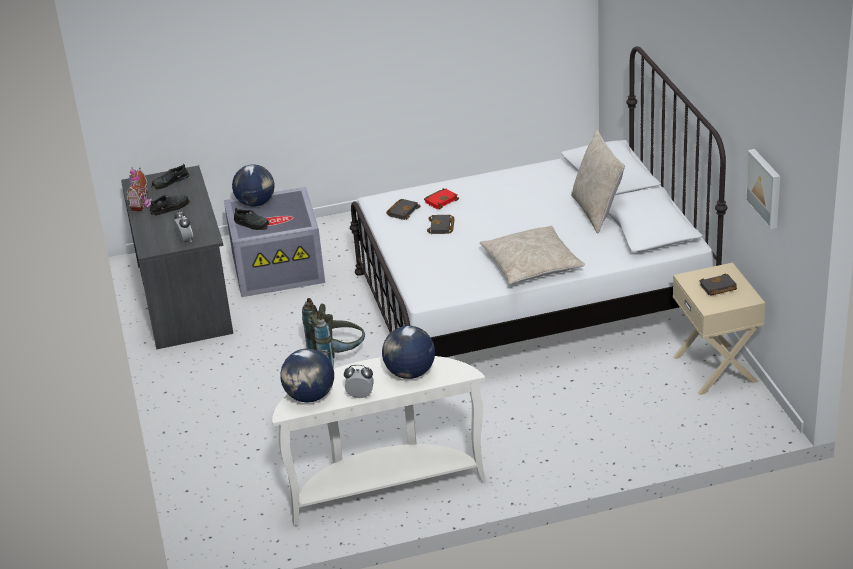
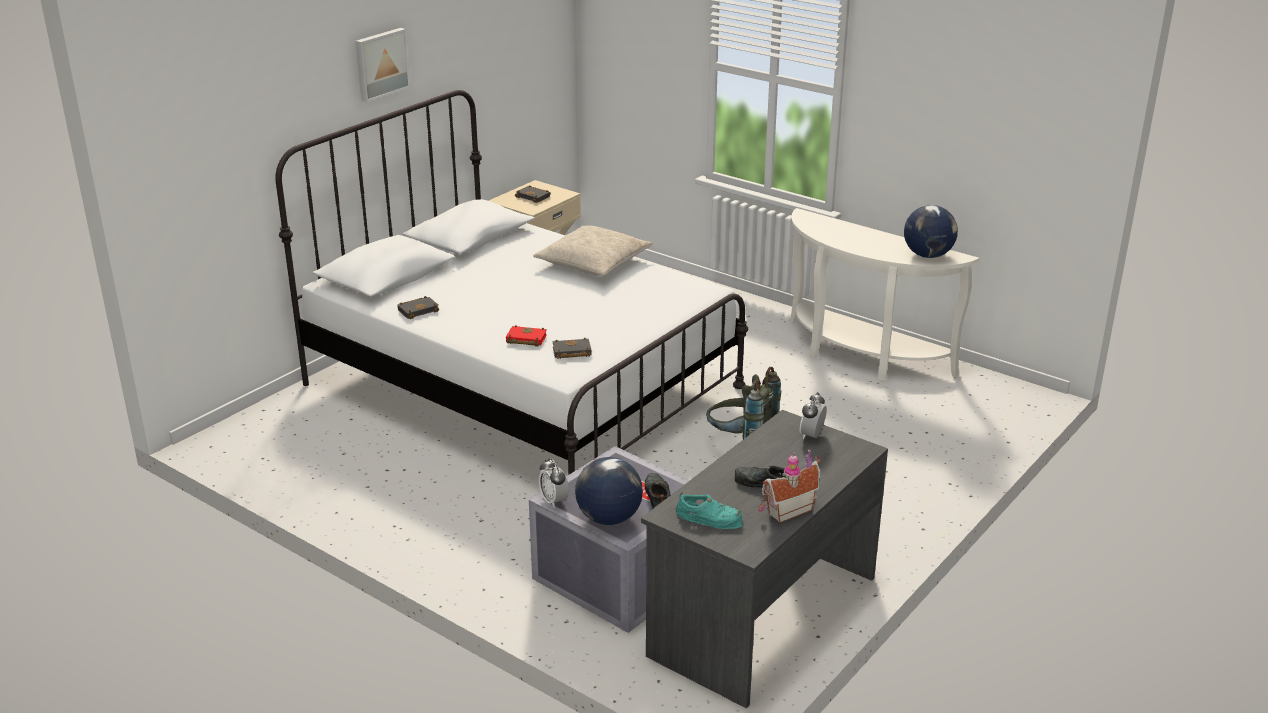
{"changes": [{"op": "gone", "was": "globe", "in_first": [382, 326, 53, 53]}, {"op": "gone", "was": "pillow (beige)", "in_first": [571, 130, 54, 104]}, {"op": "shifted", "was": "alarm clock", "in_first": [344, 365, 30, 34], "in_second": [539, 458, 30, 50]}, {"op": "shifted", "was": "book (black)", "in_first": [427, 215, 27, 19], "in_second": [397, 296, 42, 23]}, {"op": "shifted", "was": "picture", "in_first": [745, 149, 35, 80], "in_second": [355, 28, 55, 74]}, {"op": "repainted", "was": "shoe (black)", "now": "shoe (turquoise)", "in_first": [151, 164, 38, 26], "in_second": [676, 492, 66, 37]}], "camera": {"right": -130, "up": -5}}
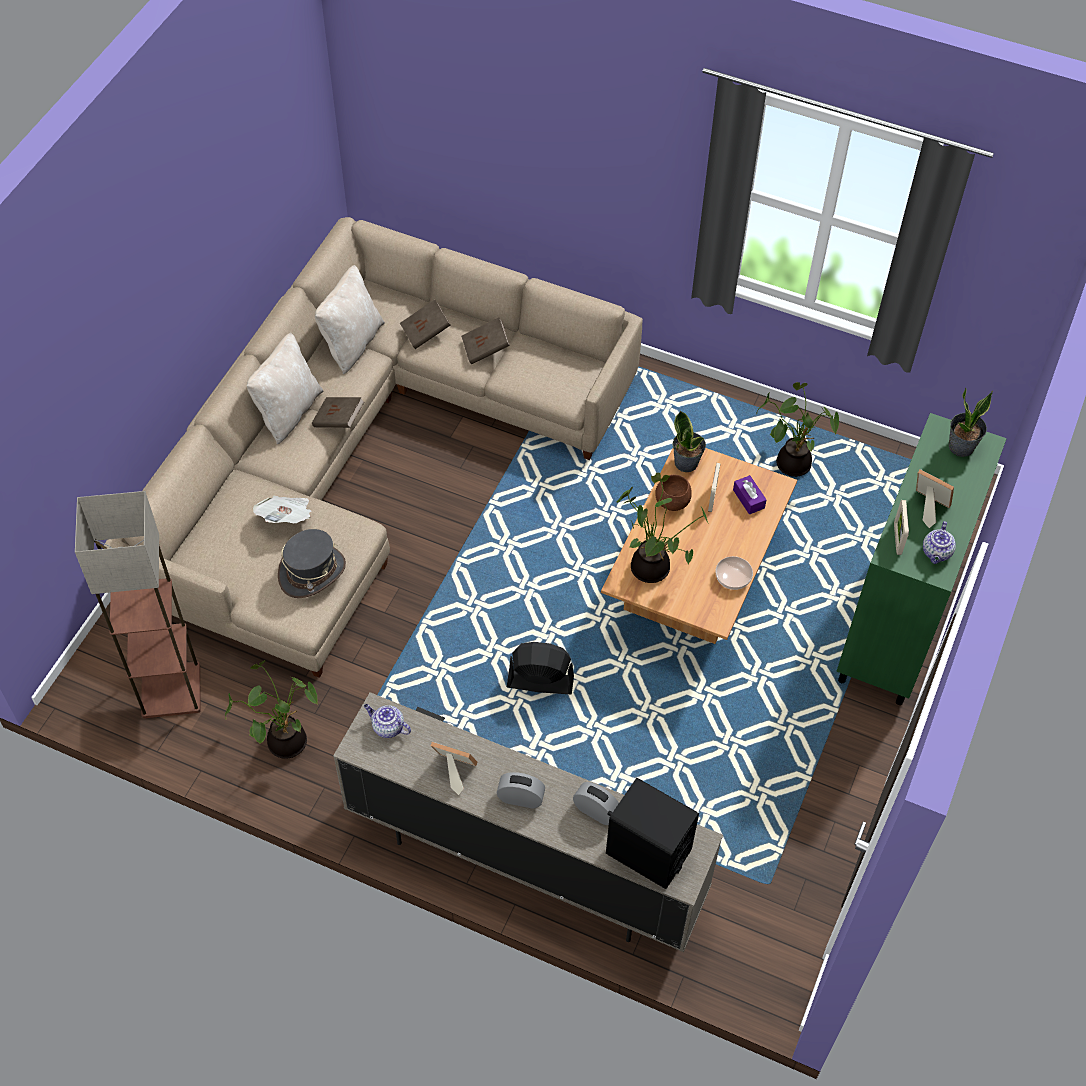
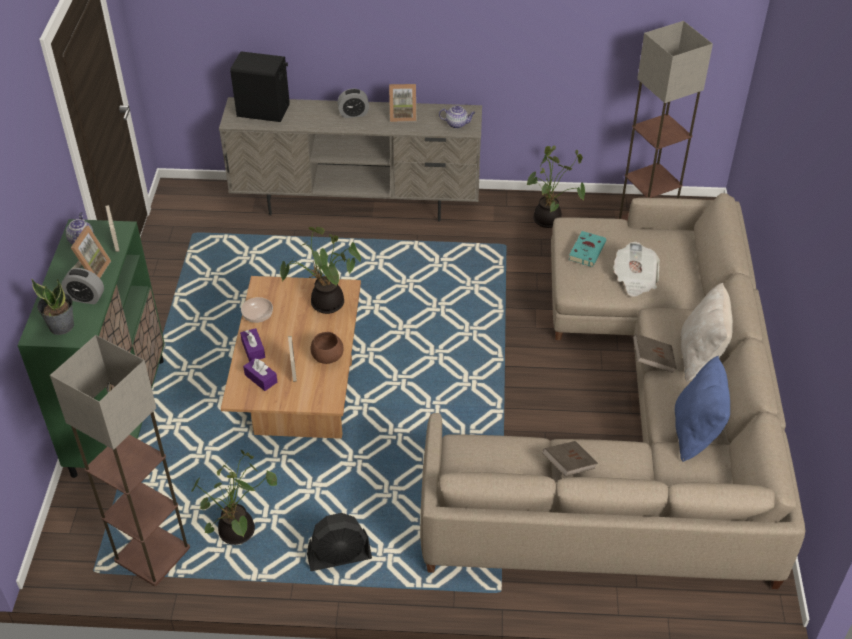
{"changes": [{"op": "gone", "was": "book (brown)", "in_first": [400, 299, 51, 50]}, {"op": "gone", "was": "potted plant", "in_first": [673, 410, 33, 62]}, {"op": "new", "now": "floor lamp", "in_second": [50, 335, 140, 251]}, {"op": "new", "now": "tissue box (purple)", "in_second": [240, 328, 25, 34]}, {"op": "shifted", "was": "fan (black)", "in_first": [507, 642, 67, 52], "in_second": [307, 513, 65, 58]}, {"op": "shifted", "was": "alarm clock", "in_first": [573, 782, 46, 43], "in_second": [61, 268, 43, 36]}, {"op": "swapped", "was": "hat (grey)", "now": "book (turquoise)", "in_first": [278, 529, 68, 69], "in_second": [569, 231, 37, 36]}, {"op": "repainted", "was": "pillow (beige)", "now": "pillow (blue)", "in_first": [315, 265, 70, 109], "in_second": [675, 356, 55, 106]}, {"op": "rotated", "was": "picture frame", "in_first": [916, 469, 38, 59], "in_second": [71, 226, 40, 52], "clockwise": -90}], "camera": {"right": 160, "up": -10}}
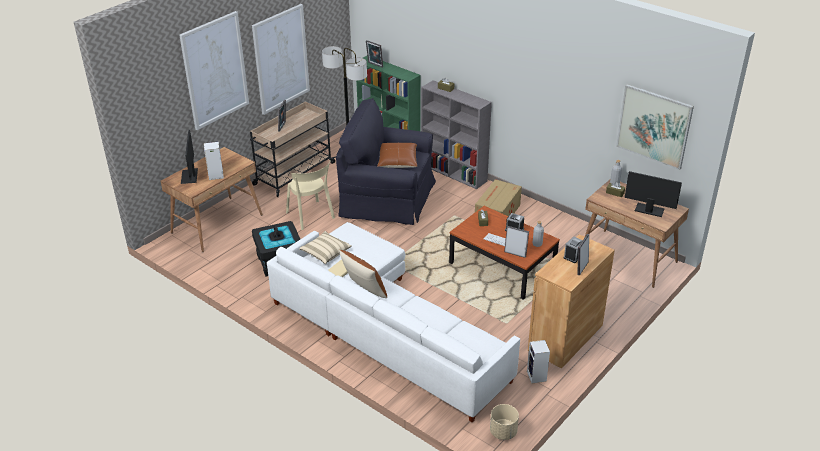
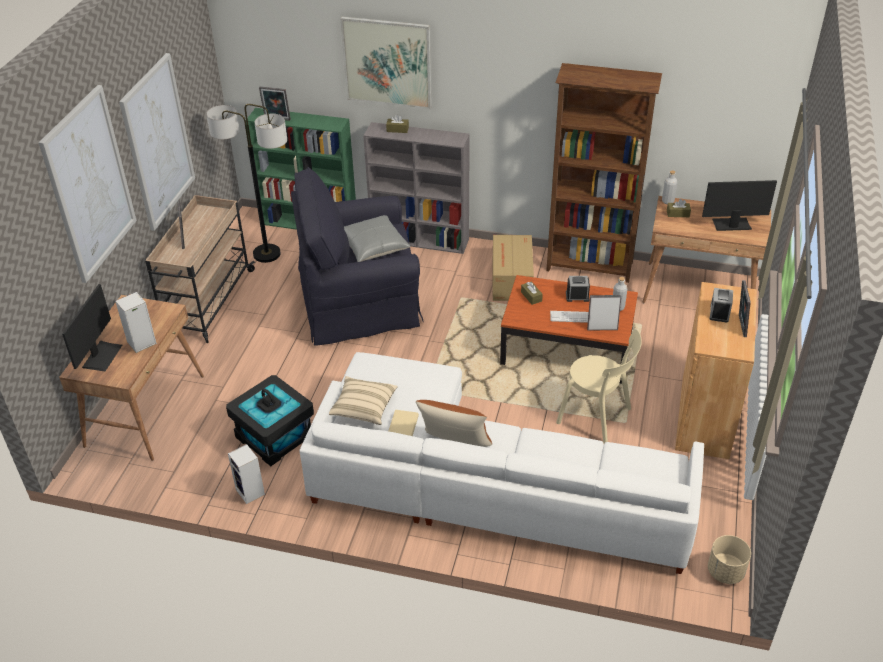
{"changes": [{"op": "new", "now": "bookcase (brown)", "in_second": [546, 63, 116, 220]}, {"op": "shifted", "was": "chair (beige)", "in_first": [286, 160, 49, 70], "in_second": [556, 329, 86, 115]}, {"op": "shifted", "was": "speaker", "in_first": [527, 340, 23, 44], "in_second": [228, 444, 37, 60]}, {"op": "shifted", "was": "picture", "in_first": [616, 84, 78, 86], "in_second": [340, 16, 92, 93]}, {"op": "repainted", "was": "pillow (brown)", "now": "pillow (grey)", "in_first": [377, 143, 40, 25], "in_second": [344, 215, 67, 47]}, {"op": "rotated", "was": "monitor", "in_first": [181, 130, 17, 54], "in_second": [62, 284, 60, 87], "clockwise": -135}], "camera": {"right": -25, "up": 5}}
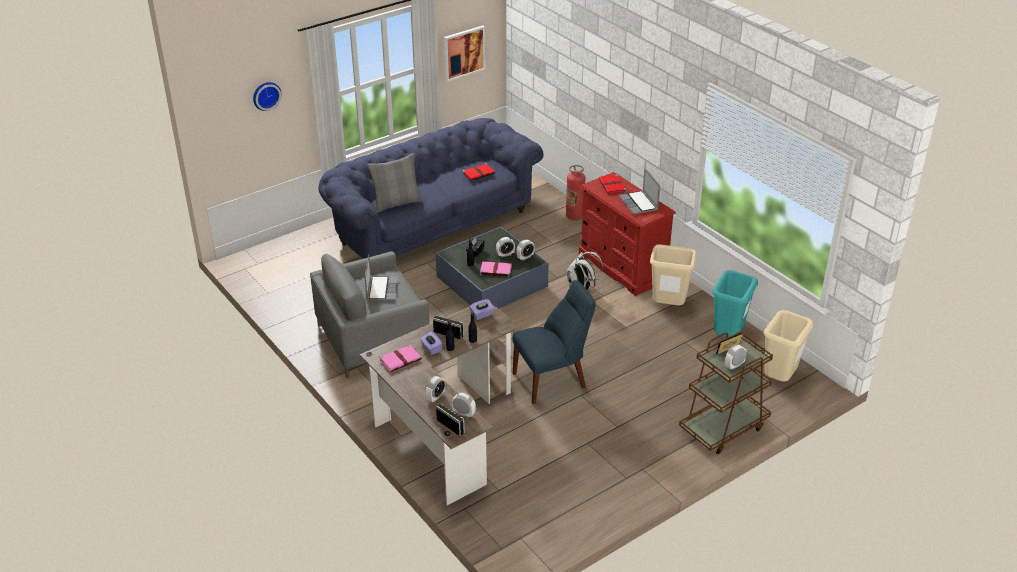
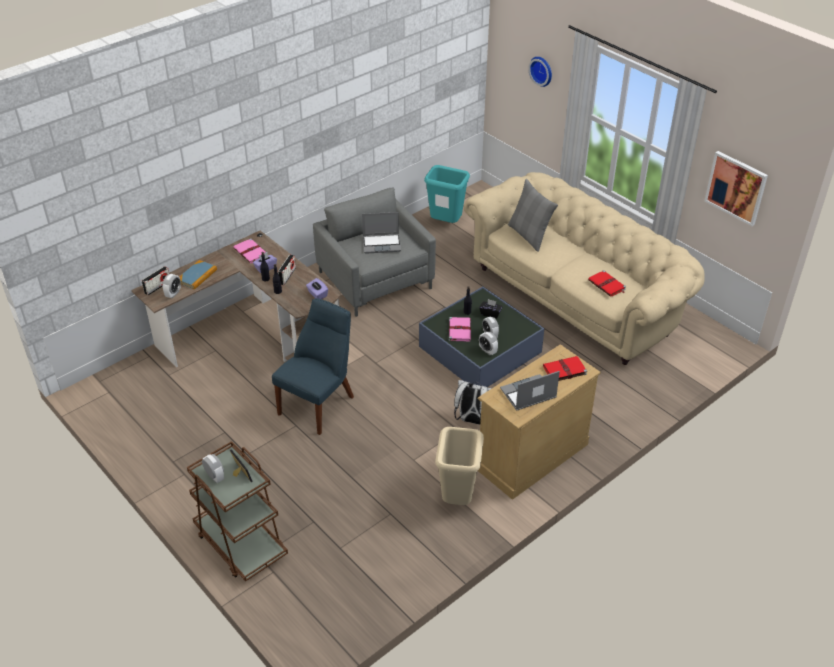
{"changes": [{"op": "gone", "was": "fire extinguisher", "in_first": [566, 165, 19, 55]}, {"op": "gone", "was": "trash can (beige)", "in_first": [764, 310, 50, 72]}, {"op": "shifted", "was": "trash can (turquoise)", "in_first": [712, 270, 46, 67], "in_second": [424, 165, 46, 58]}, {"op": "swapped", "was": "alarm clock", "now": "book", "in_first": [425, 376, 20, 27], "in_second": [179, 260, 38, 30]}, {"op": "repainted", "was": "sofa (blue)", "now": "sofa (beige)", "in_first": [318, 118, 226, 141], "in_second": [464, 172, 241, 193]}, {"op": "repainted", "was": "dresser (red)", "now": "dresser (beige)", "in_first": [579, 172, 97, 124], "in_second": [477, 344, 124, 156]}, {"op": "rotated", "was": "chair (blue)", "in_first": [513, 280, 83, 124], "in_second": [272, 298, 82, 137], "clockwise": -120}], "camera": {"right": 85, "up": 5}}
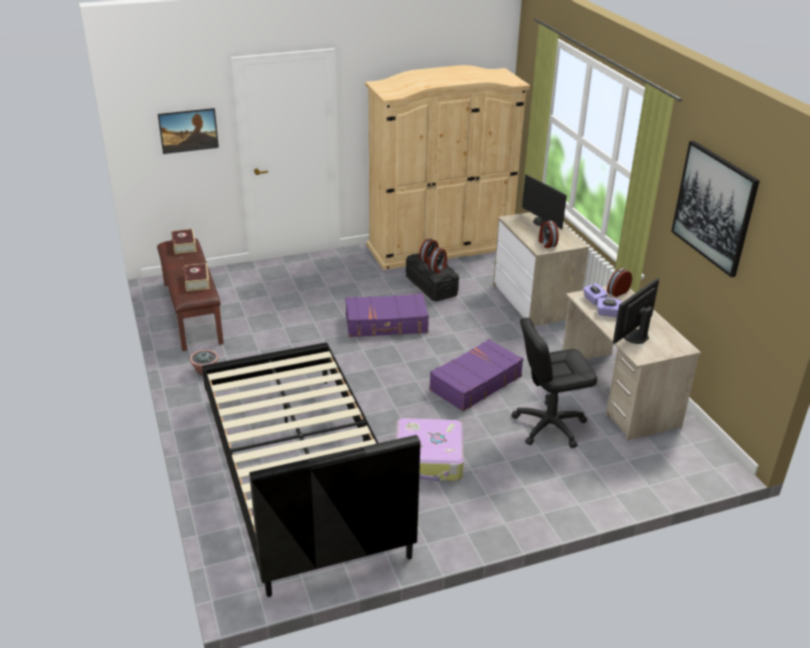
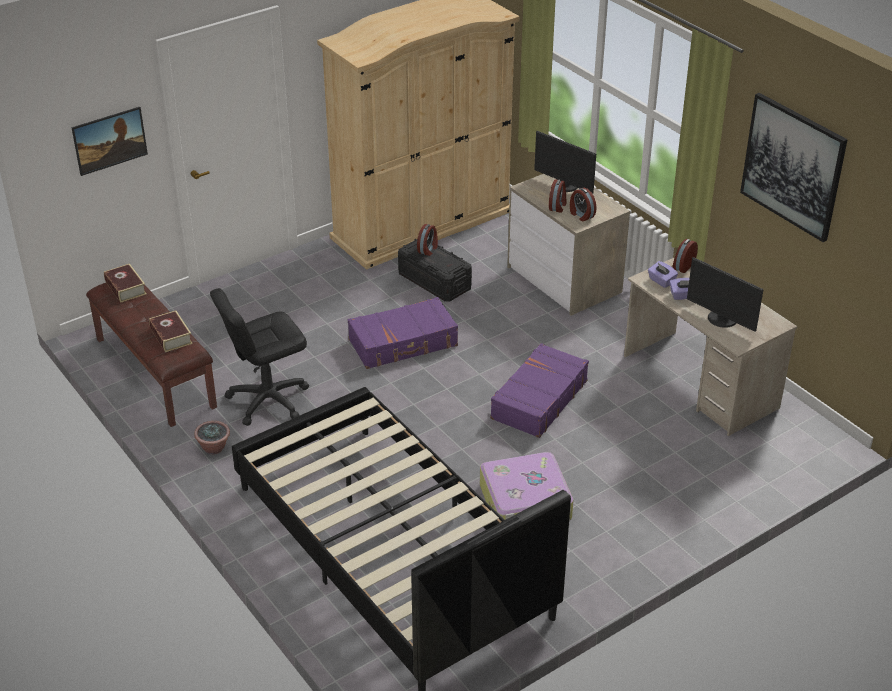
{"changes": [{"op": "shifted", "was": "alarm clock", "in_first": [429, 247, 18, 26], "in_second": [549, 179, 17, 34]}, {"op": "shifted", "was": "office chair (black)", "in_first": [511, 318, 86, 130], "in_second": [210, 288, 99, 138]}, {"op": "rotated", "was": "monitor", "in_first": [613, 278, 46, 66], "in_second": [687, 257, 76, 75], "clockwise": -75}], "camera": {"right": -15, "up": 5}}
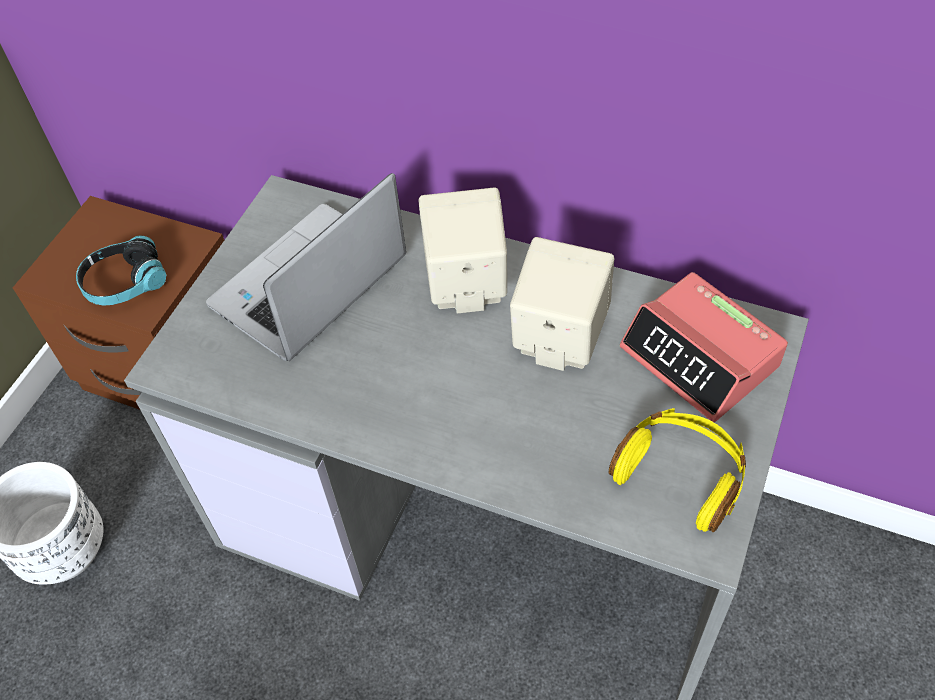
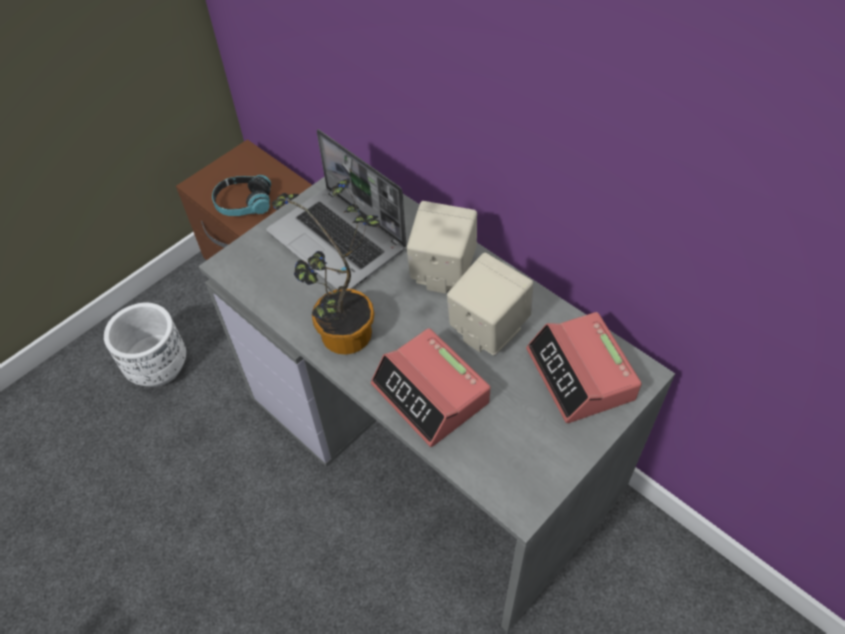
{"changes": [{"op": "gone", "was": "headphones (yellow)", "in_first": [609, 408, 137, 124]}, {"op": "new", "now": "potted plant", "in_second": [272, 178, 108, 177]}, {"op": "new", "now": "alarm clock", "in_second": [371, 328, 120, 119]}, {"op": "rotated", "was": "laptop", "in_first": [206, 173, 200, 188], "in_second": [266, 129, 140, 161], "clockwise": -105}], "camera": {"right": 20, "up": 0}}
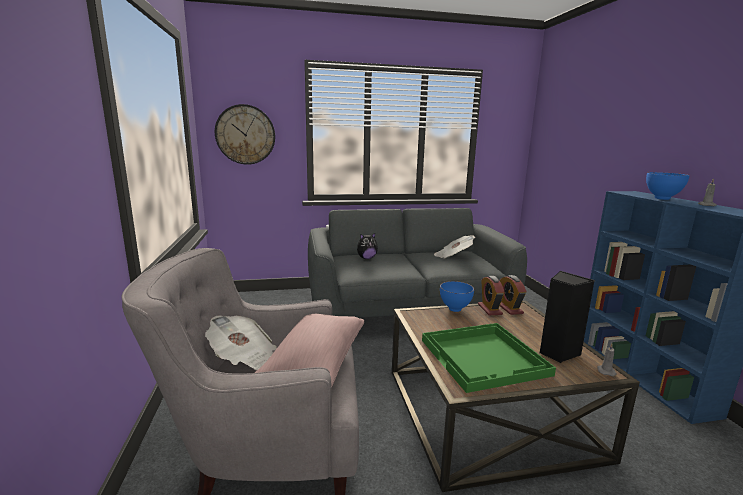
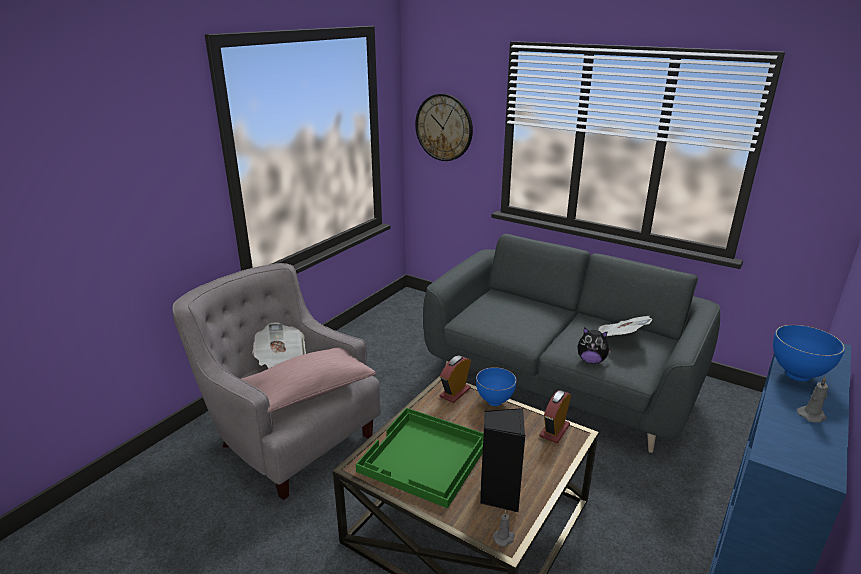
{"changes": [{"op": "shifted", "was": "plush toy", "in_first": [357, 233, 21, 26], "in_second": [577, 327, 35, 37]}, {"op": "shifted", "was": "alarm clock", "in_first": [478, 276, 27, 39], "in_second": [440, 355, 31, 48]}], "camera": {"right": 45, "up": 10}}
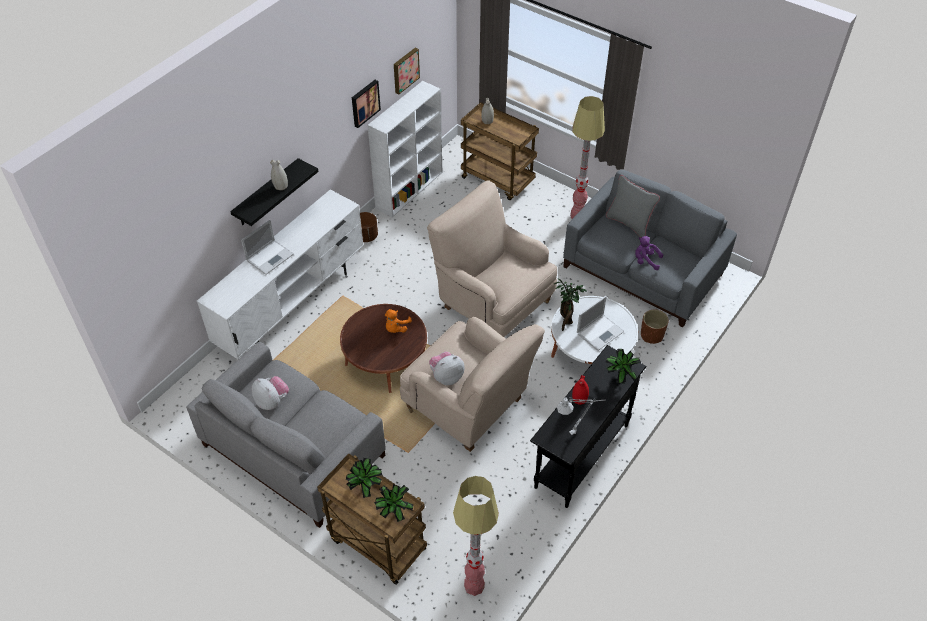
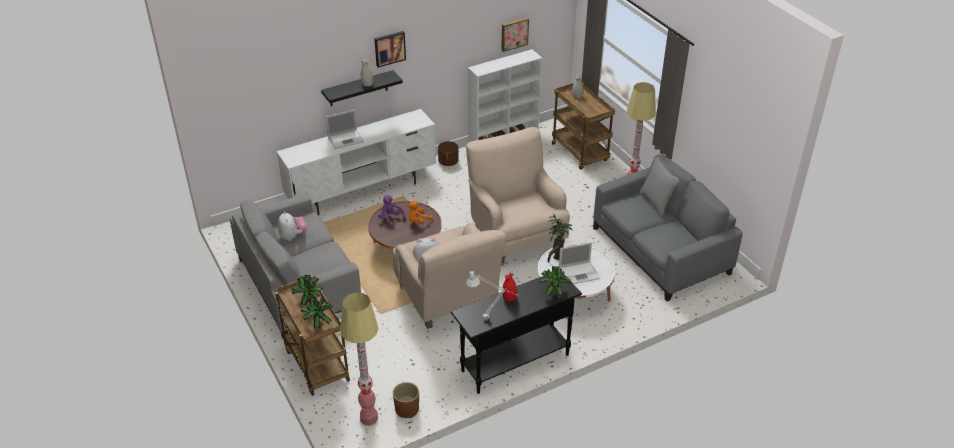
{"changes": [{"op": "shifted", "was": "picture", "in_first": [352, 80, 29, 48], "in_second": [374, 31, 32, 37]}, {"op": "shifted", "was": "plush toy (purple)", "in_first": [635, 236, 28, 34], "in_second": [378, 195, 28, 33]}, {"op": "shifted", "was": "planter (brown)", "in_first": [641, 310, 28, 34], "in_second": [393, 382, 26, 36]}], "camera": {"right": 25, "up": -10}}
